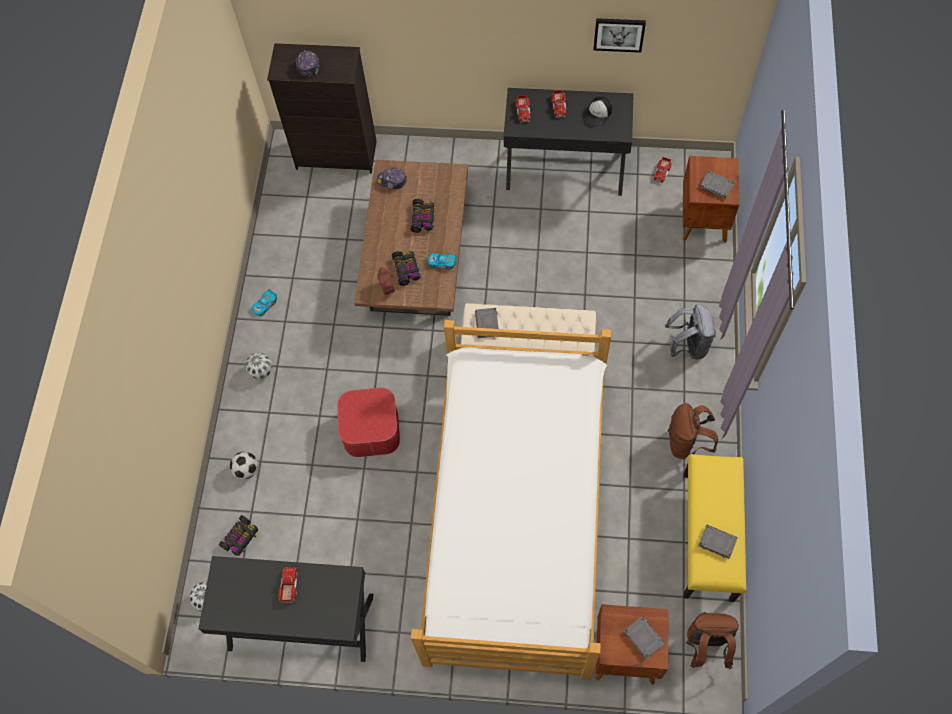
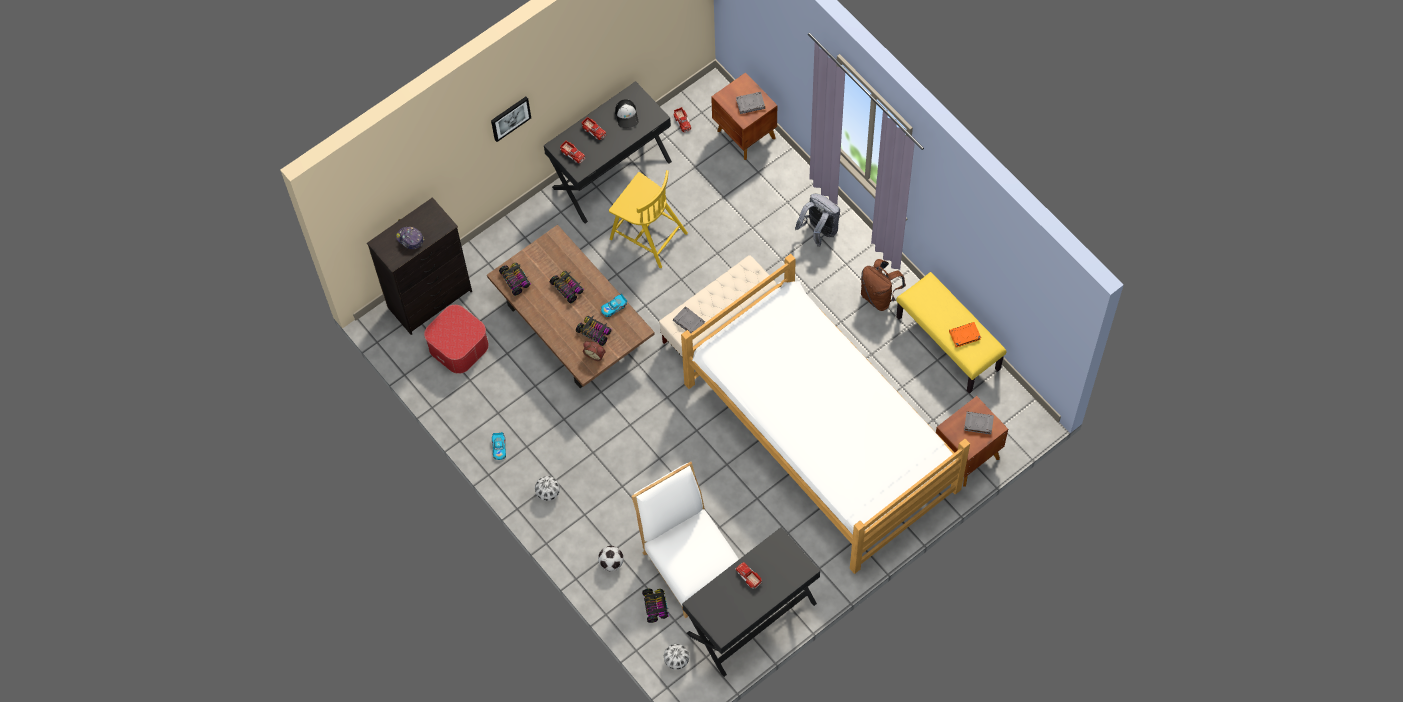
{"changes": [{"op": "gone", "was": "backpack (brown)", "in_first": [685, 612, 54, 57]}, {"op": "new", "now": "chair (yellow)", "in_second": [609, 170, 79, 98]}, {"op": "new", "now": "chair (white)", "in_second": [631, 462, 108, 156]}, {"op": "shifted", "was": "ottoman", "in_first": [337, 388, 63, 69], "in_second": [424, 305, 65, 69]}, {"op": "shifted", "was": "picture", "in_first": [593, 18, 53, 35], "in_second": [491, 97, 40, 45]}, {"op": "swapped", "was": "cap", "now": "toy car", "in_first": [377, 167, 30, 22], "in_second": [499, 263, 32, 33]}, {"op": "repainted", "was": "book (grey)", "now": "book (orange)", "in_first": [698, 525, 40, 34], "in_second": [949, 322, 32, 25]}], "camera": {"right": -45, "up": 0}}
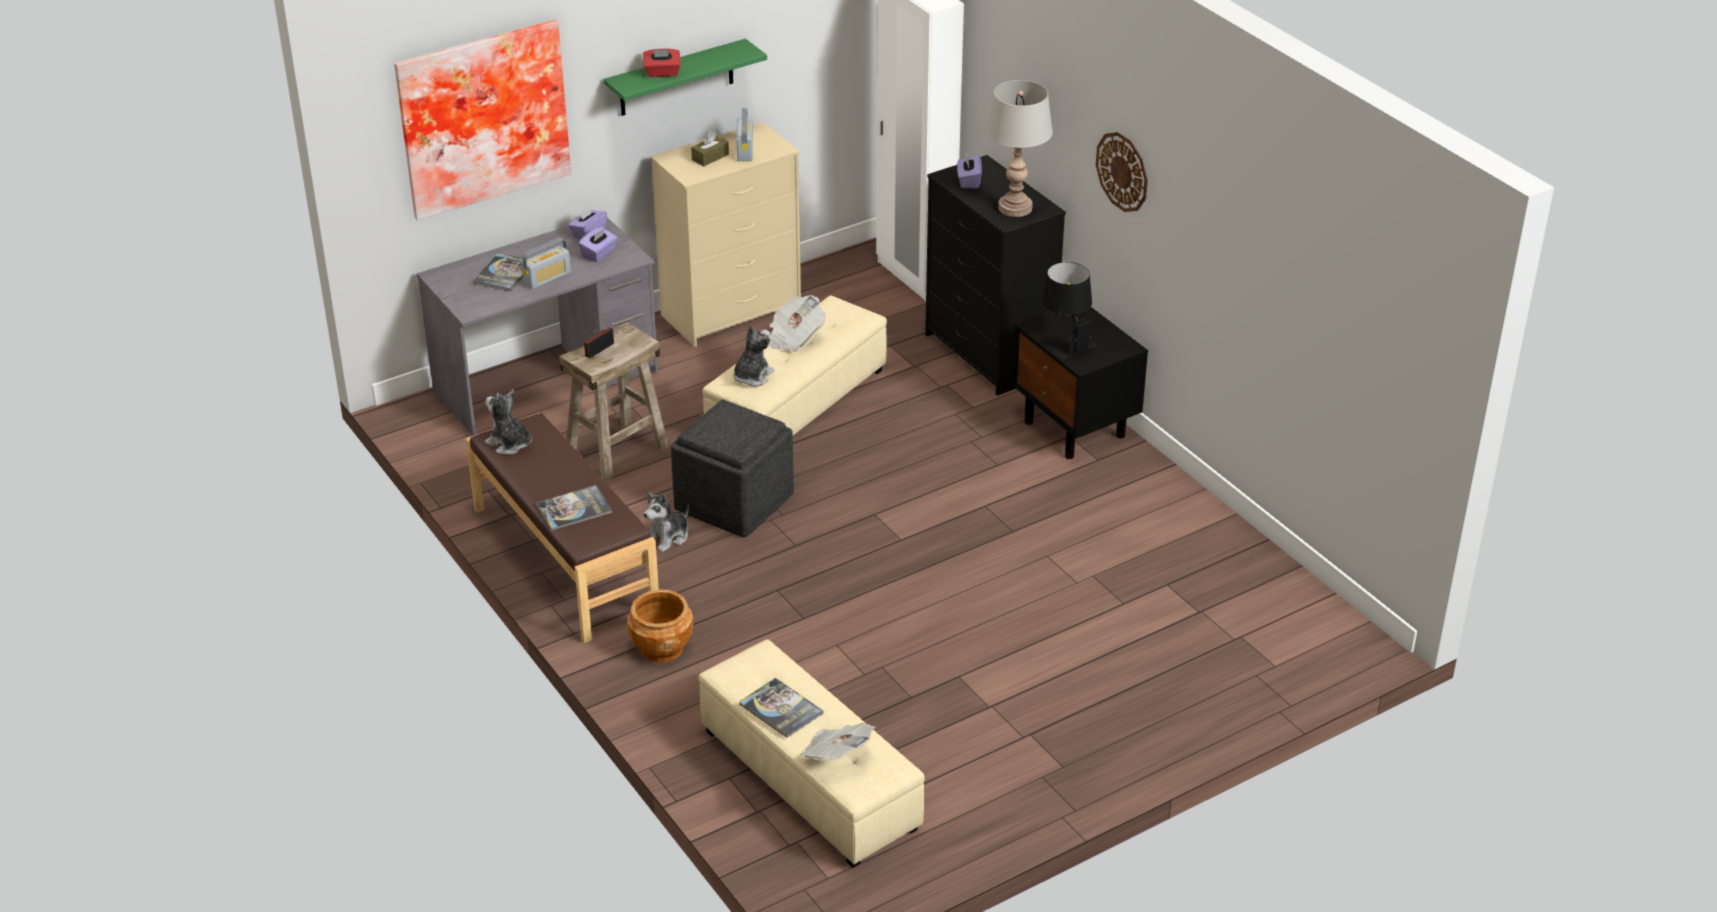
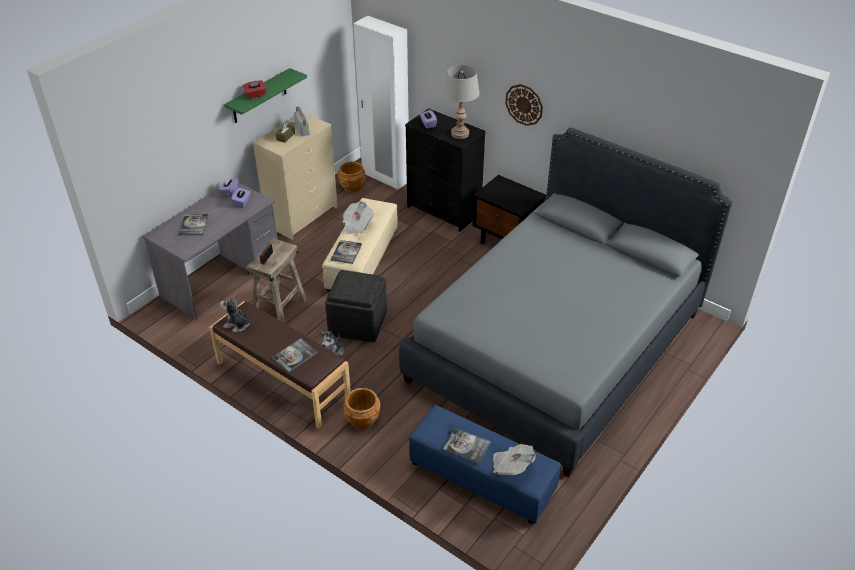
{"changes": [{"op": "gone", "was": "picture", "in_first": [394, 20, 177, 200]}, {"op": "gone", "was": "radio", "in_first": [522, 238, 49, 52]}, {"op": "gone", "was": "table lamp (black)", "in_first": [1041, 262, 57, 97]}, {"op": "new", "now": "planter (brown)", "in_second": [338, 161, 27, 31]}, {"op": "new", "now": "bed (grey)", "in_second": [399, 127, 333, 350]}, {"op": "swapped", "was": "plush toy", "now": "book", "in_first": [734, 325, 40, 62], "in_second": [331, 240, 31, 24]}, {"op": "repainted", "was": "ottoman (beige)", "now": "ottoman (blue)", "in_first": [699, 640, 226, 228], "in_second": [409, 405, 152, 119]}], "camera": {"right": -20, "up": 5}}
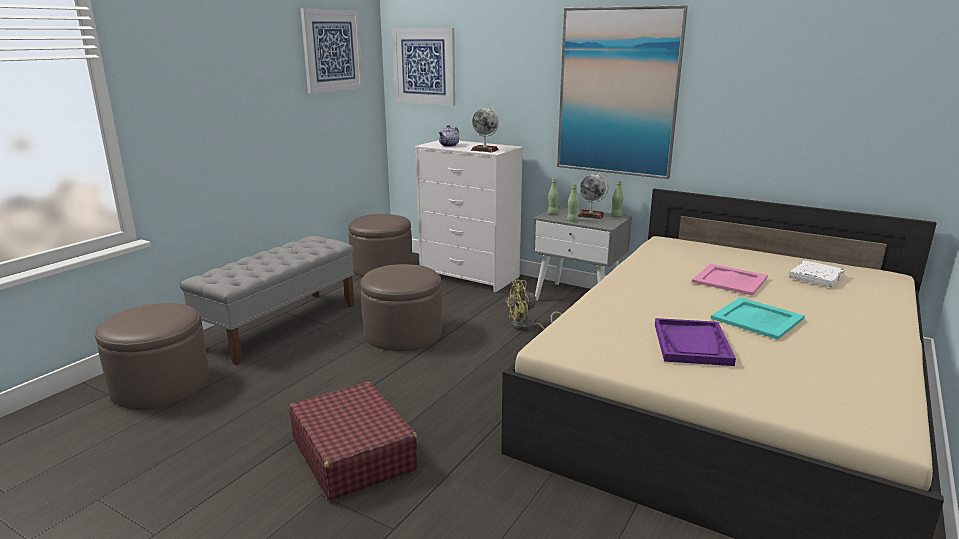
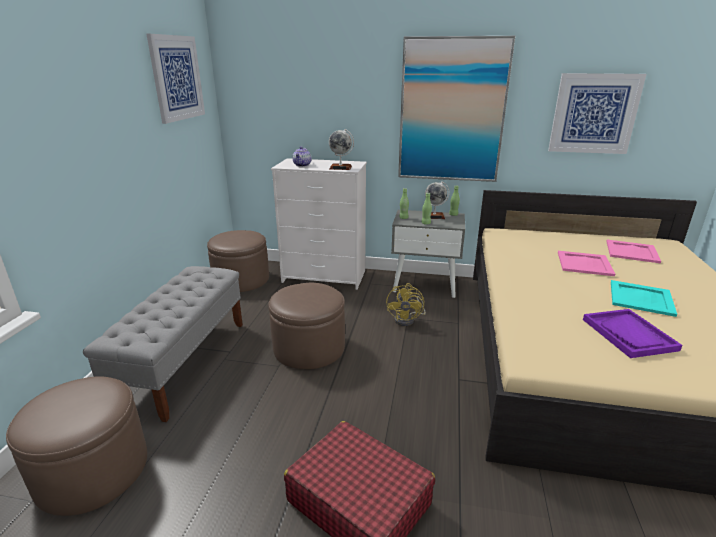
{"changes": [{"op": "shifted", "was": "picture", "in_first": [392, 28, 63, 78], "in_second": [548, 73, 98, 81]}, {"op": "swapped", "was": "book (white)", "now": "tray (pink)", "in_first": [789, 260, 56, 27], "in_second": [606, 240, 55, 23]}, {"op": "rotated", "was": "fan (yellow)", "in_first": [505, 280, 57, 50], "in_second": [386, 283, 40, 43], "clockwise": -45}], "camera": {"right": -20, "up": 5}}
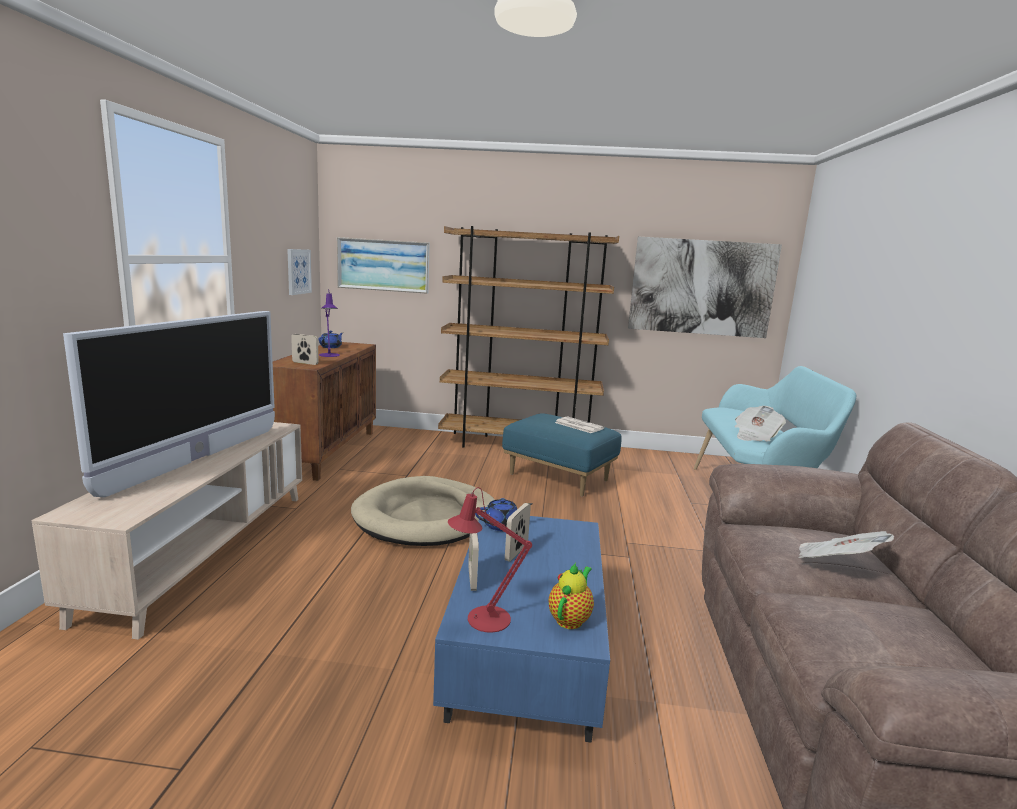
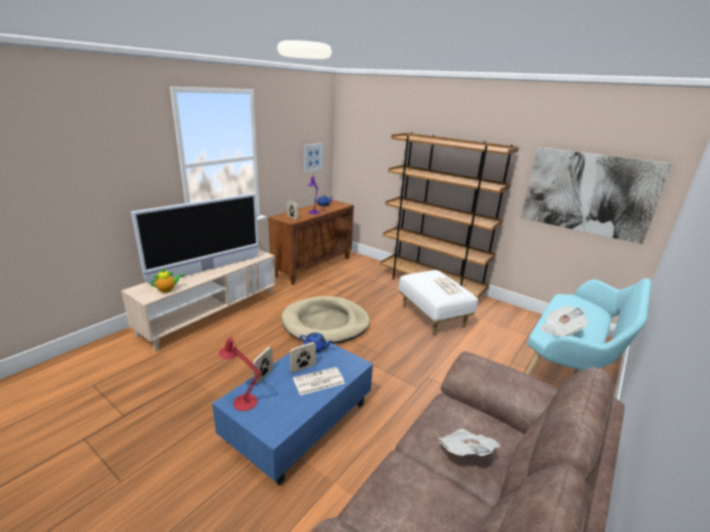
{"changes": [{"op": "gone", "was": "picture", "in_first": [337, 237, 93, 57]}, {"op": "new", "now": "newspaper", "in_second": [293, 367, 52, 28]}, {"op": "shifted", "was": "teapot", "in_first": [549, 563, 45, 66], "in_second": [151, 269, 33, 24]}, {"op": "repainted", "was": "ottoman (blue)", "now": "ottoman (white)", "in_first": [502, 413, 119, 84], "in_second": [399, 270, 79, 65]}], "camera": {"right": 30, "up": 10}}
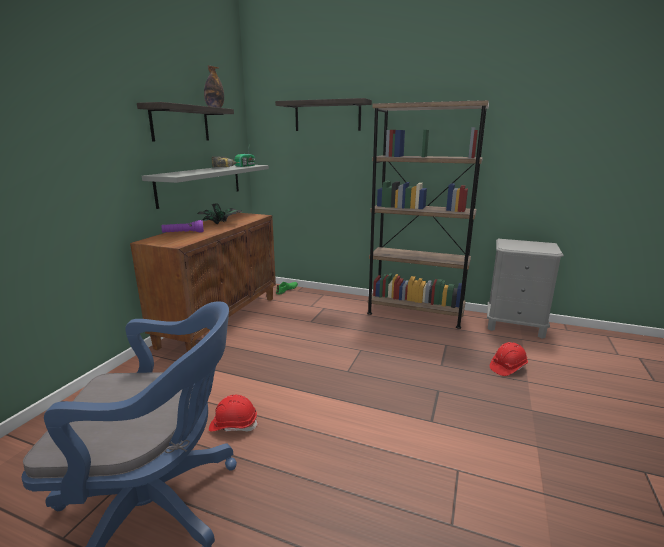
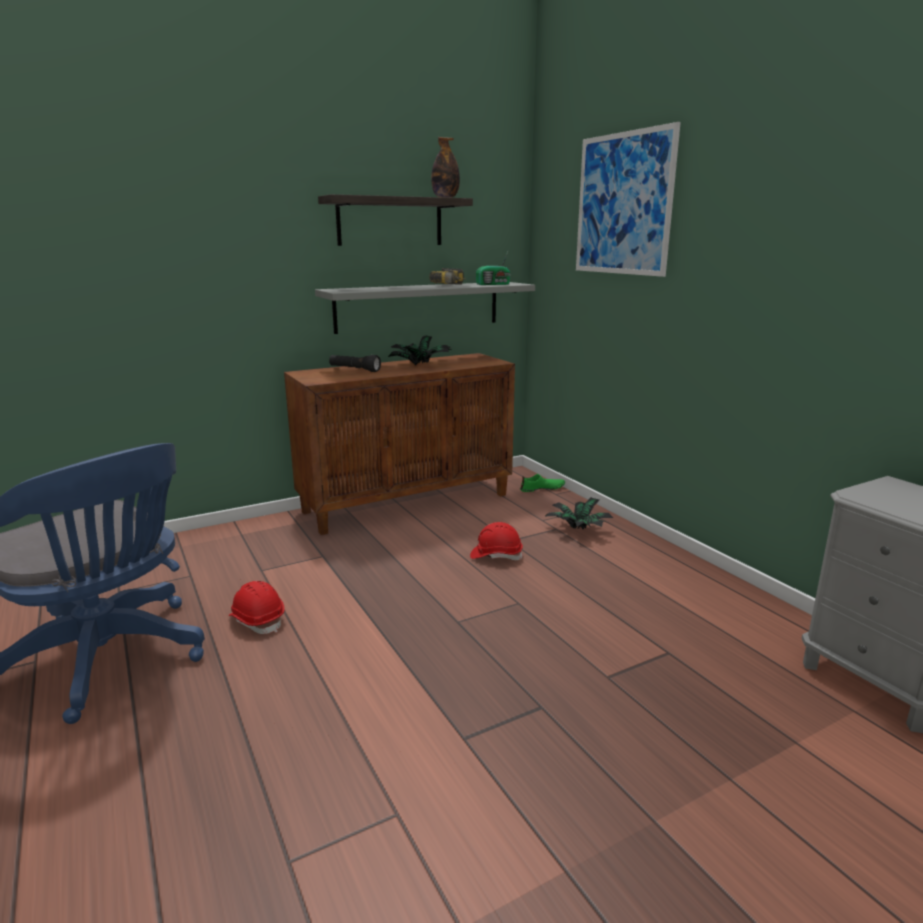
{"changes": [{"op": "gone", "was": "bookcase (brown)", "in_first": [367, 100, 122, 229]}, {"op": "new", "now": "potted plant", "in_second": [545, 497, 68, 33]}, {"op": "shifted", "was": "hard hat (red)", "in_first": [490, 342, 38, 34], "in_second": [470, 522, 53, 38]}, {"op": "swapped", "was": "shelf", "now": "picture", "in_first": [275, 98, 97, 33], "in_second": [576, 122, 105, 155]}, {"op": "repainted", "was": "flashlight (purple)", "now": "flashlight (black)", "in_first": [161, 220, 43, 13], "in_second": [329, 355, 52, 17]}], "camera": {"right": 40, "up": 0}}
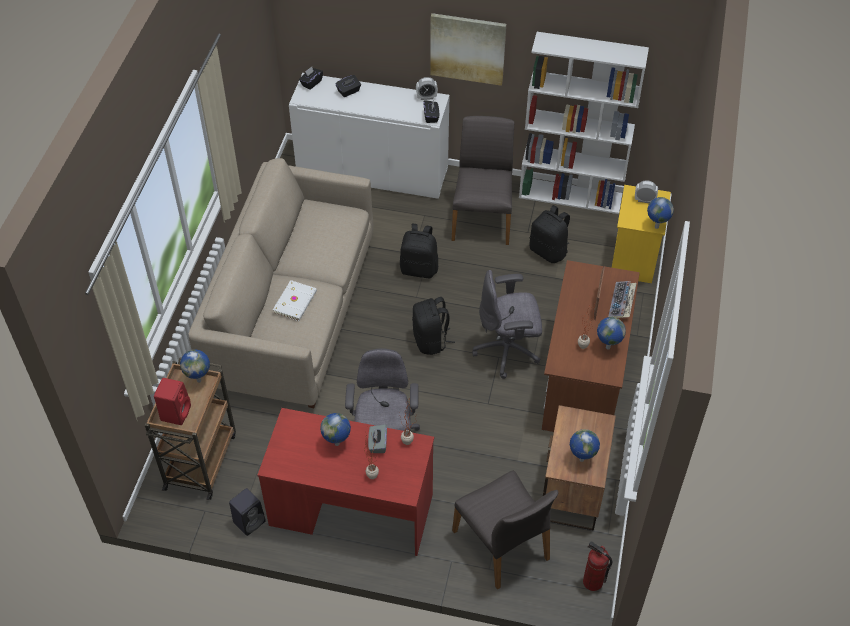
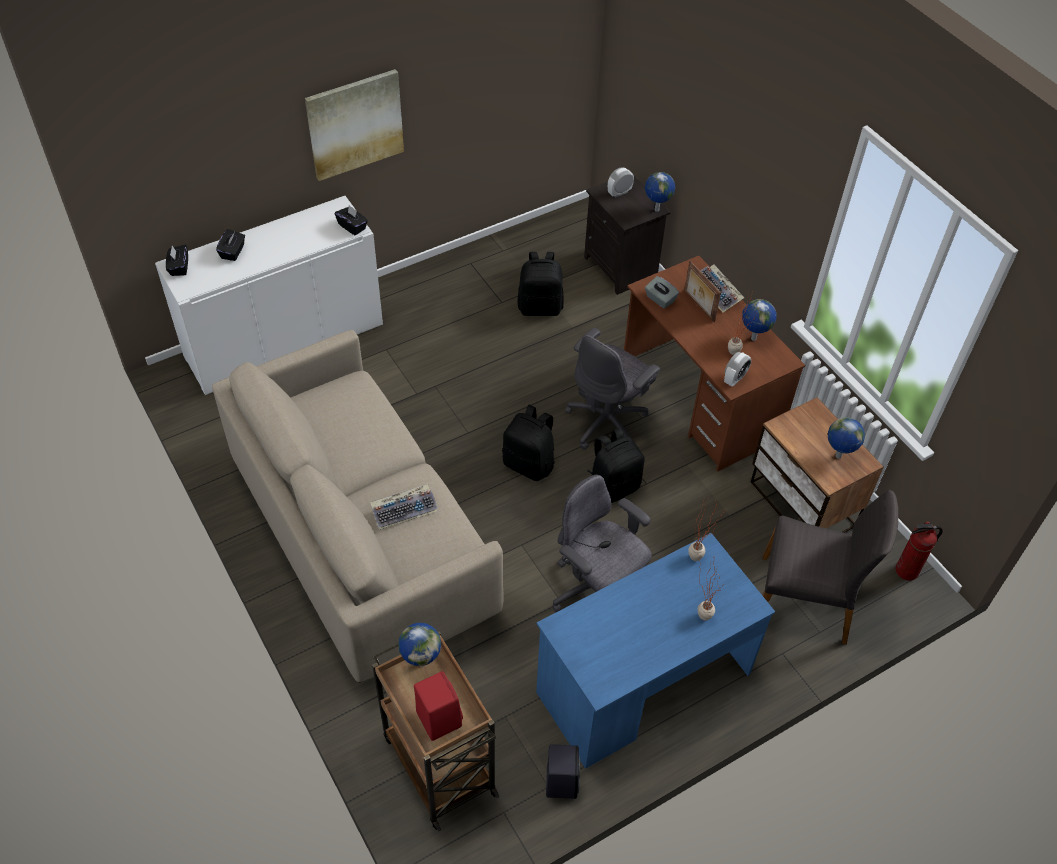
{"changes": [{"op": "gone", "was": "globe", "in_first": [320, 413, 31, 33]}, {"op": "gone", "was": "chair (grey)", "in_first": [452, 116, 62, 129]}, {"op": "gone", "was": "bookcase (white)", "in_first": [519, 32, 130, 182]}, {"op": "shifted", "was": "tissue box (grey)", "in_first": [368, 424, 19, 29], "in_second": [645, 276, 34, 33]}, {"op": "shifted", "was": "backpack (black)", "in_first": [400, 223, 38, 55], "in_second": [587, 428, 58, 75]}, {"op": "shifted", "was": "alarm clock", "in_first": [416, 77, 22, 23], "in_second": [724, 352, 27, 34]}, {"op": "swapped", "was": "book (white)", "now": "keyboard", "in_first": [273, 280, 44, 41], "in_second": [370, 484, 68, 46]}, {"op": "repainted", "was": "desk (red)", "now": "desk (blue)", "in_first": [257, 408, 177, 148], "in_second": [536, 533, 239, 236]}, {"op": "repainted", "was": "nightstand (yellow)", "now": "nightstand (black)", "in_first": [612, 185, 59, 98], "in_second": [584, 174, 87, 121]}], "camera": {"right": -45, "up": 0}}
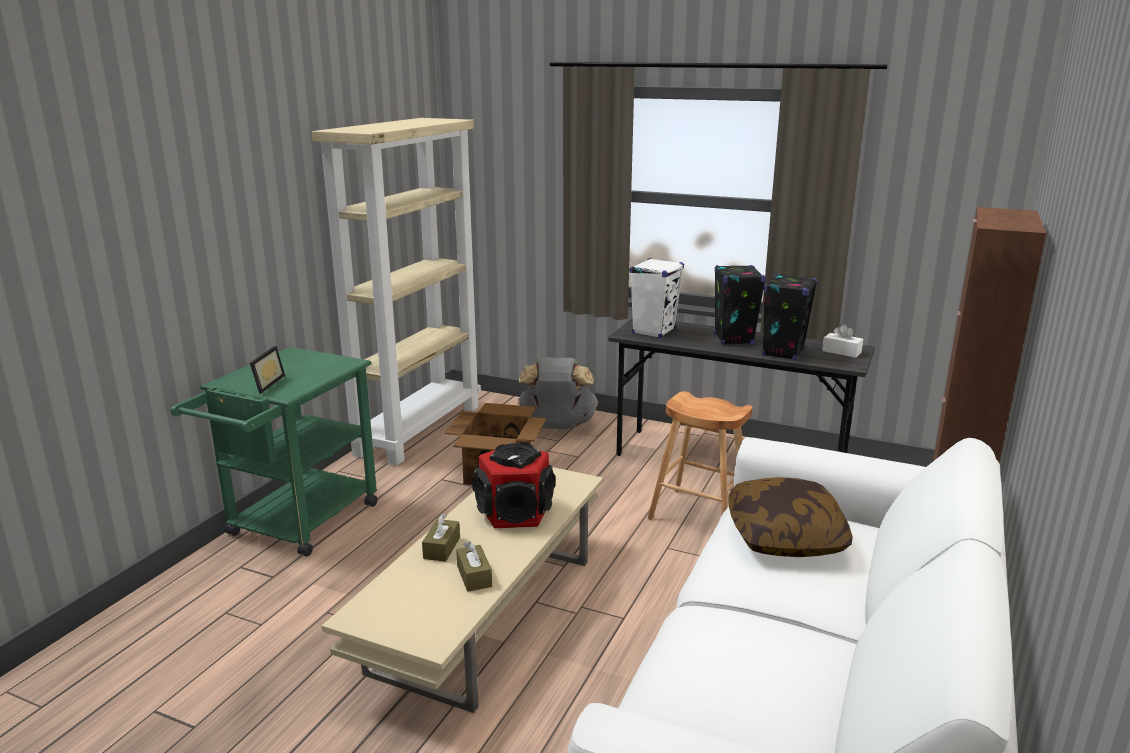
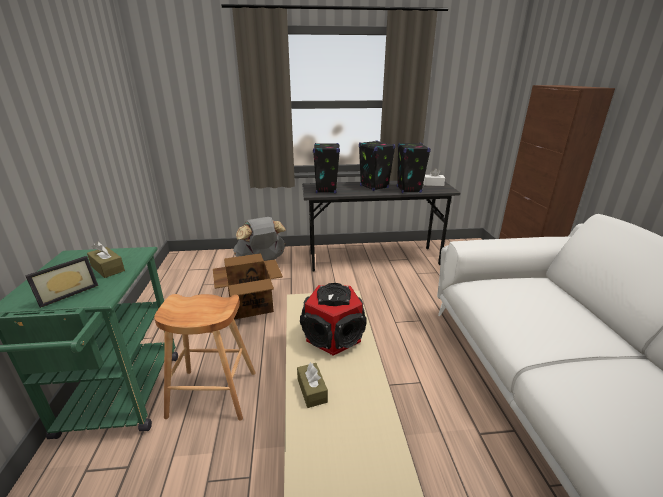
{"changes": [{"op": "gone", "was": "bookcase (beige)", "in_first": [312, 118, 169, 348]}, {"op": "gone", "was": "pillow", "in_first": [728, 477, 125, 80]}, {"op": "shifted", "was": "tissue box (brown)", "in_first": [456, 541, 36, 51], "in_second": [87, 241, 38, 37]}, {"op": "shifted", "was": "stool (brown)", "in_first": [648, 391, 105, 129], "in_second": [154, 294, 102, 127]}, {"op": "repainted", "was": "speaker (white)", "now": "speaker (black)", "in_first": [630, 258, 54, 80], "in_second": [313, 143, 27, 50]}, {"op": "rotated", "was": "picture frame", "in_first": [250, 346, 35, 48], "in_second": [25, 256, 73, 52], "clockwise": 60}], "camera": {"right": -30, "up": 5}}
